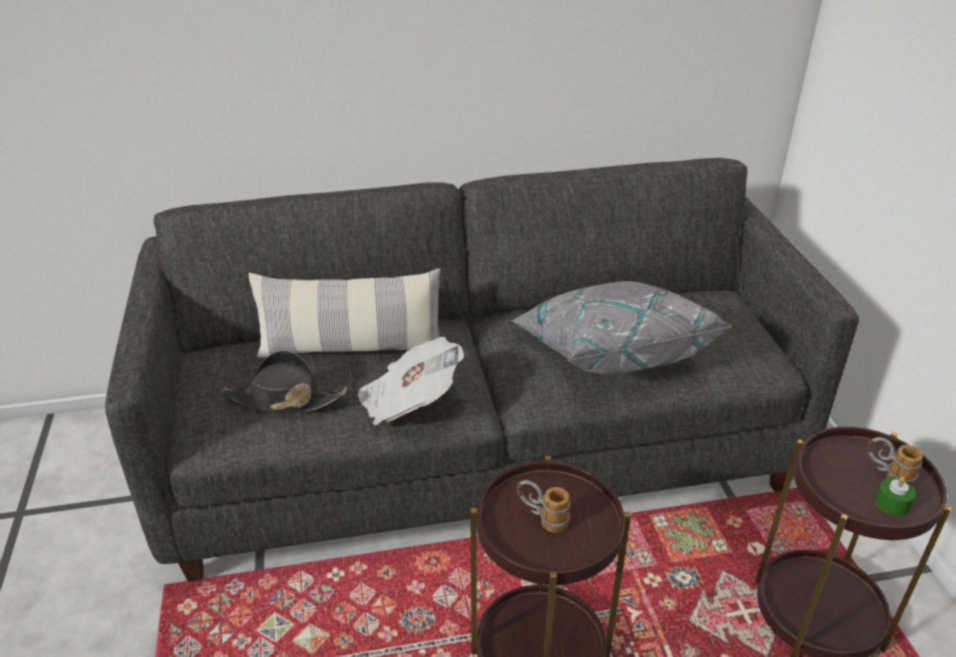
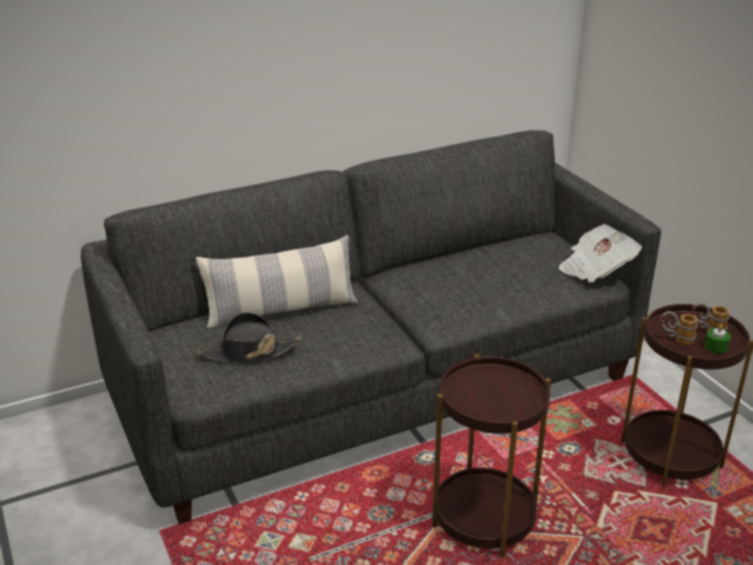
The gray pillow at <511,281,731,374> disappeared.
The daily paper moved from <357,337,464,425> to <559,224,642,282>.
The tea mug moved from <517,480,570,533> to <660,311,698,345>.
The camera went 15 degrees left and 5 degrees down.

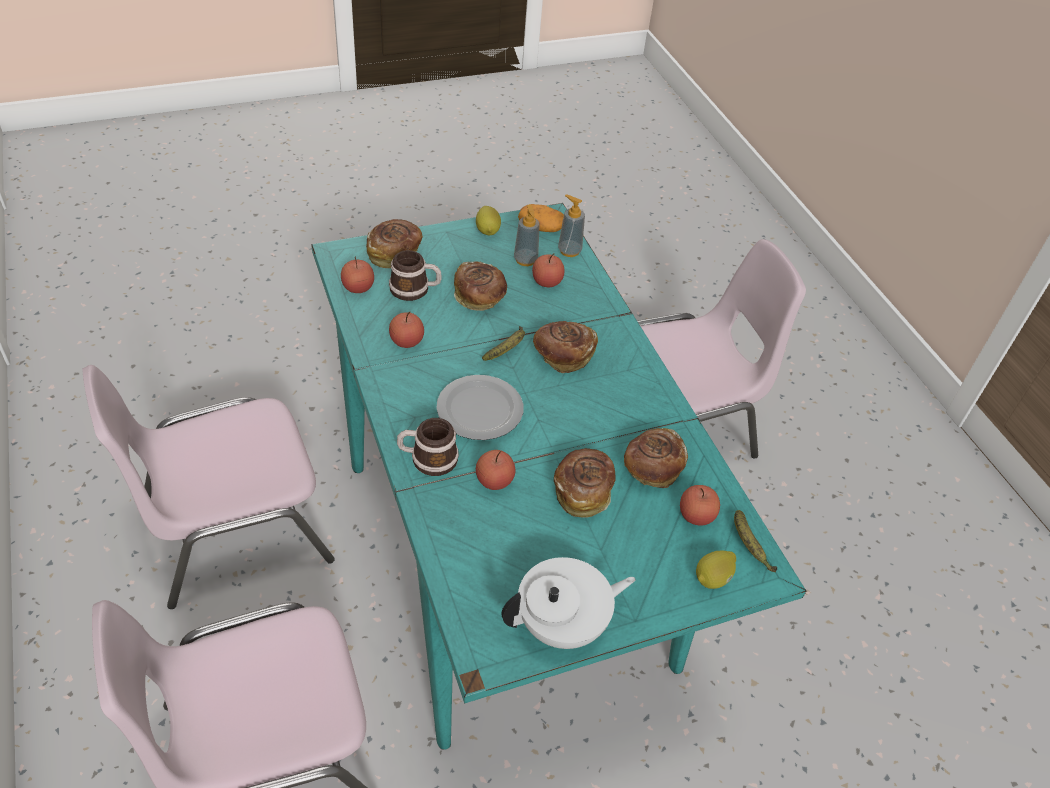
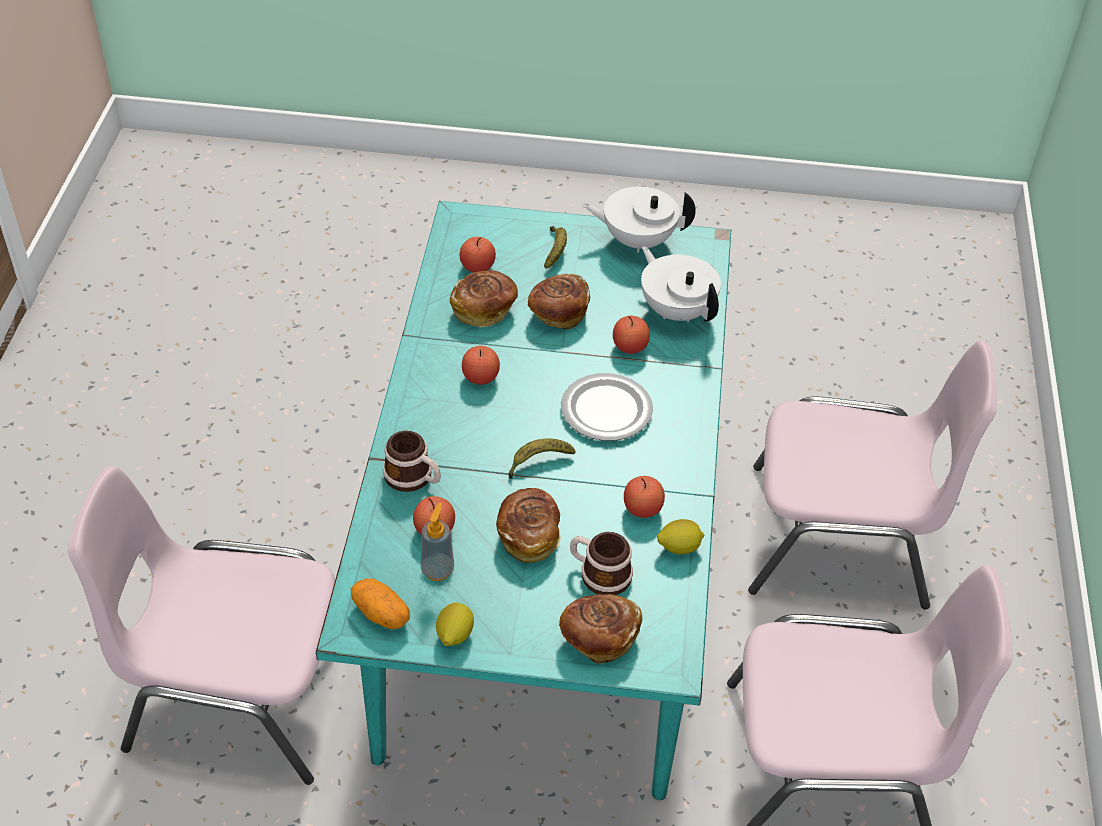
The soap bottle at <558,195,585,257> disappeared.
The apple moved from <341,256,374,293> to <462,346,500,385>.
The bakery bread at <533,321,598,373> disappeared.
The tea mug moved from <397,418,459,476> to <383,431,441,492>.
The whole banana moved from <734,510,777,572> to <544,226,567,269>.
The lemon moved from <696,551,736,589> to <657,519,704,554>.
The white tea pot at <641,246,721,322> appeared.
The camera went 150 degrees left and 0 degrees up.

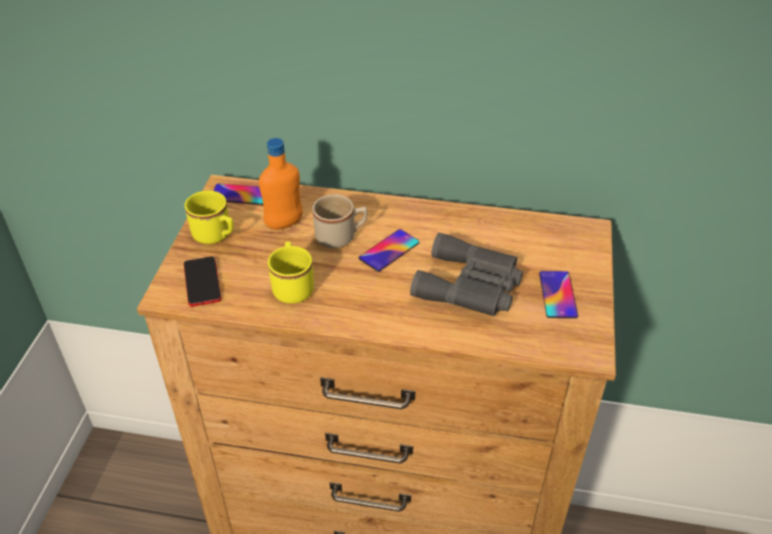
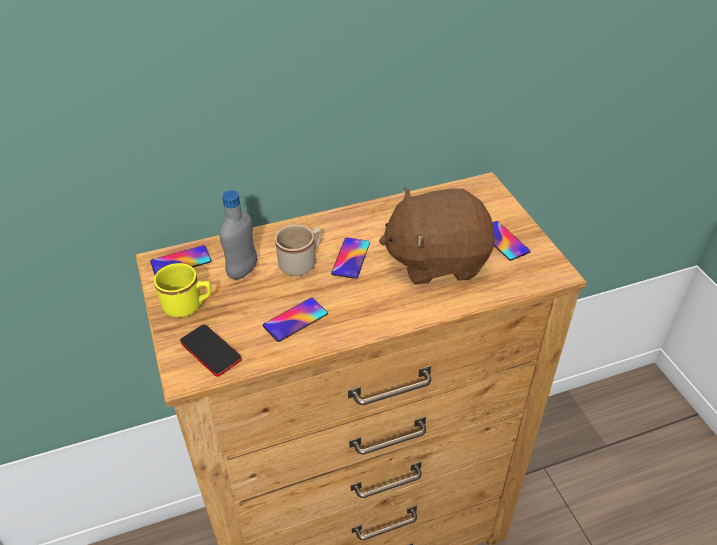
The orange-coloured beverage bottle at <259,138,303,230> became the gray beverage bottle at <219,190,257,279>.
The gray field glasses at <410,233,523,316> was replaced by the brown plush toy at <379,188,495,285>.
The yellow tea mug at <268,241,314,304> was replaced by the telephone at <263,298,328,342>.
The camera went 30 degrees left and 0 degrees up.

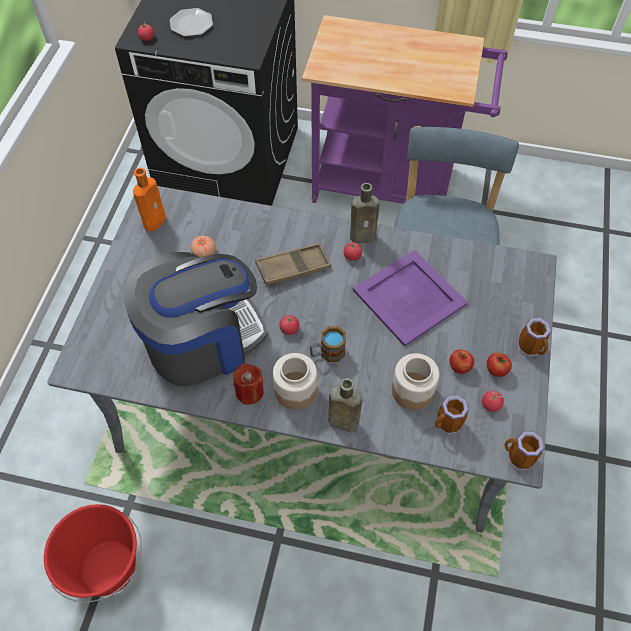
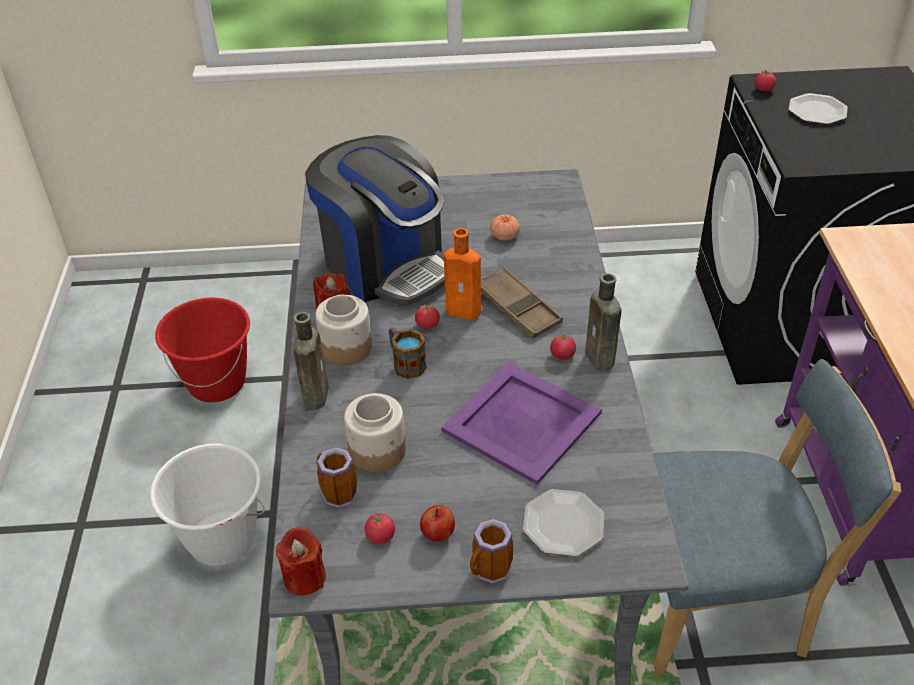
The orange-coloured beverage bottle moved from <133,168,166,231> to <444,228,481,320>.
The apple at <449,350,474,374> disappeared.
The tea mug at <504,432,544,470> was replaced by the reddish wax candle at <276,527,326,596>.
The white bucket at <150,443,265,566> appeared.
The flat dish at <523,489,604,557> appeared.
The camera went 75 degrees right and 15 degrees down.

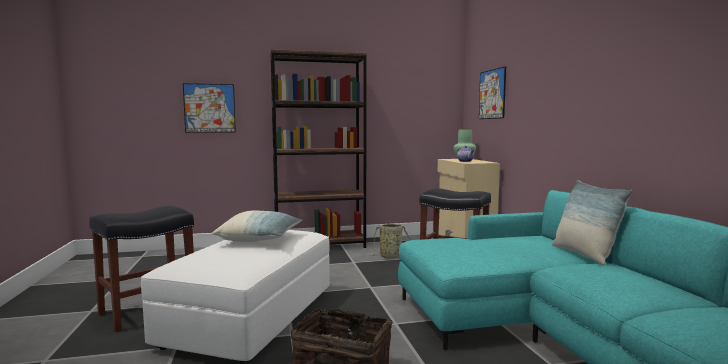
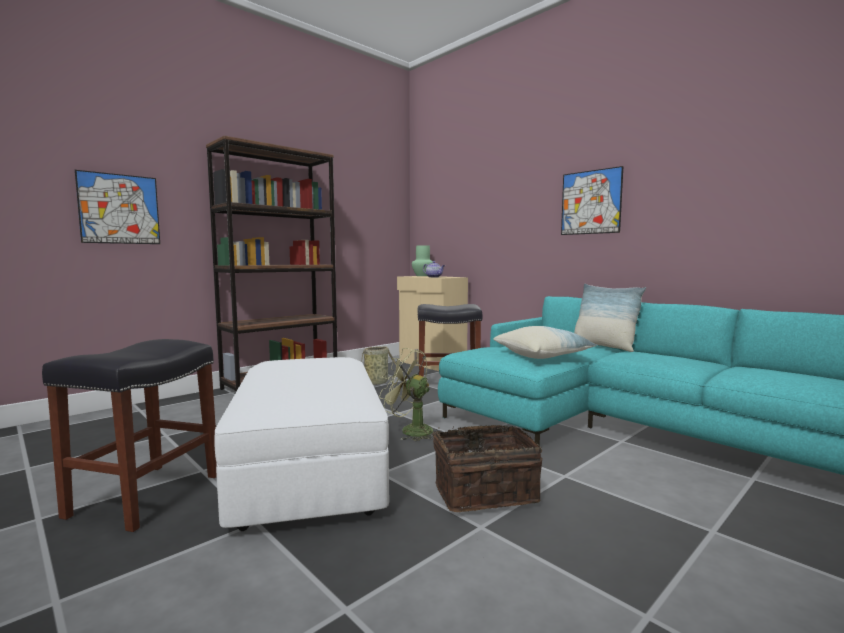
The picture moved from <479,66,506,119> to <561,166,623,235>.
The pillow moved from <212,211,303,242> to <493,326,597,359>.
The green cooling fan at <379,348,434,441> appeared.
The camera went 30 degrees left and 0 degrees up.

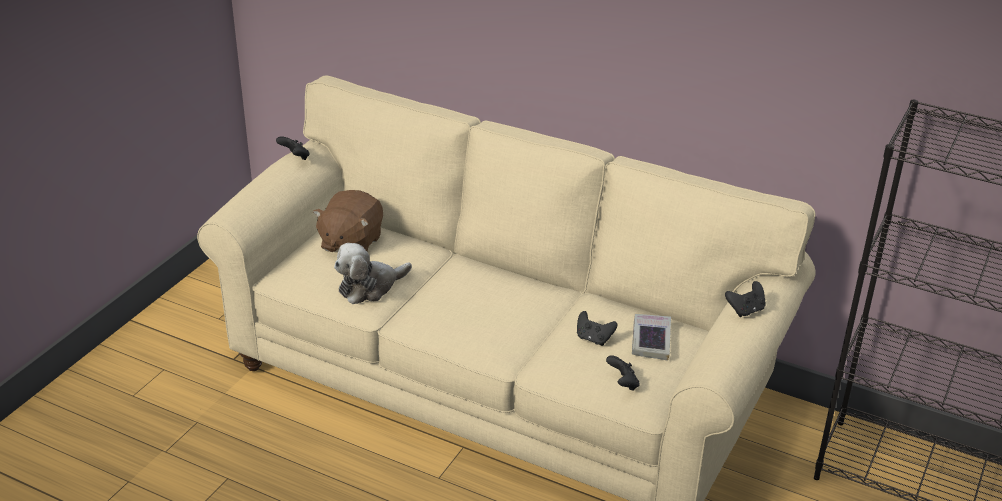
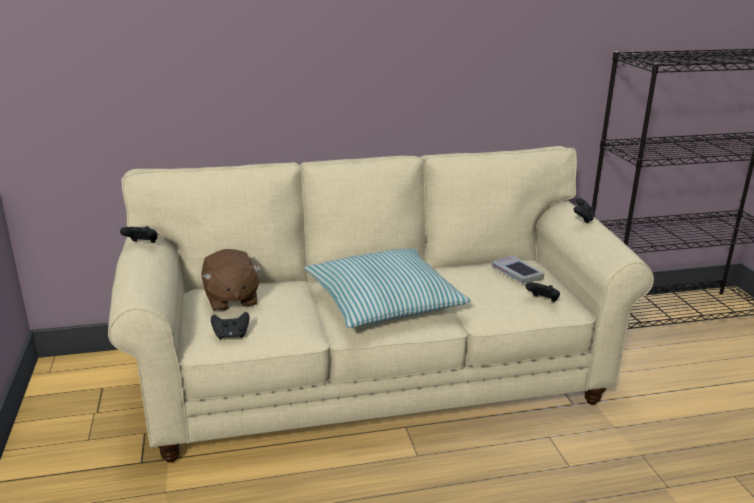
The plush toy at <334,243,412,304> disappeared.
The black-coloured joypad moved from <577,311,617,346> to <211,312,250,339>.
The pillow at <304,248,471,328> appeared.
The camera went 40 degrees left and 10 degrees down.

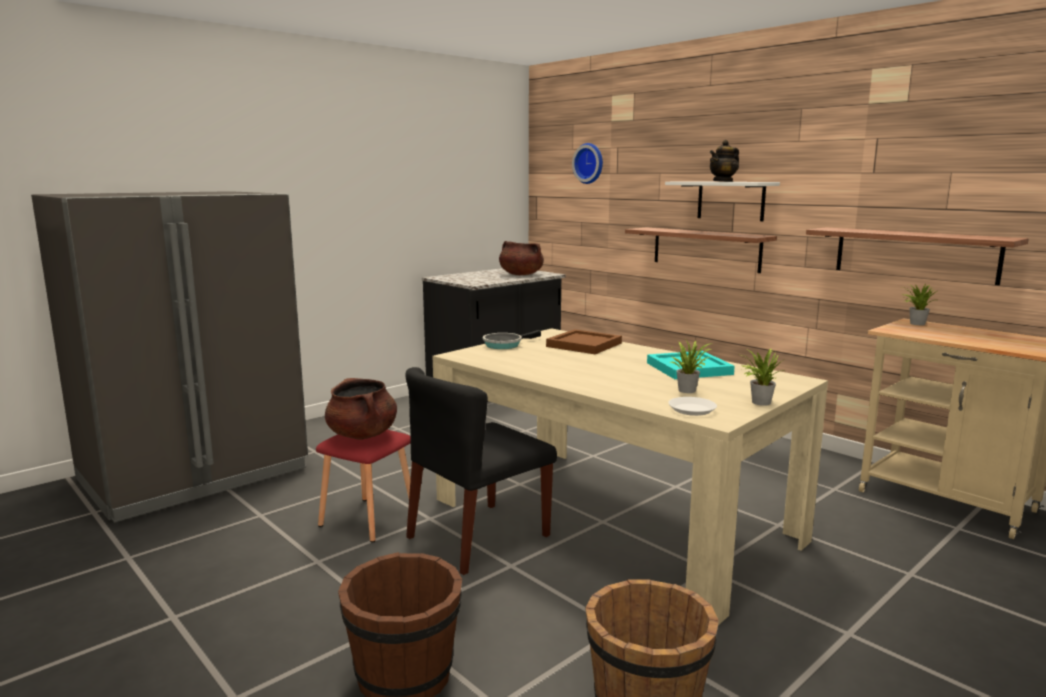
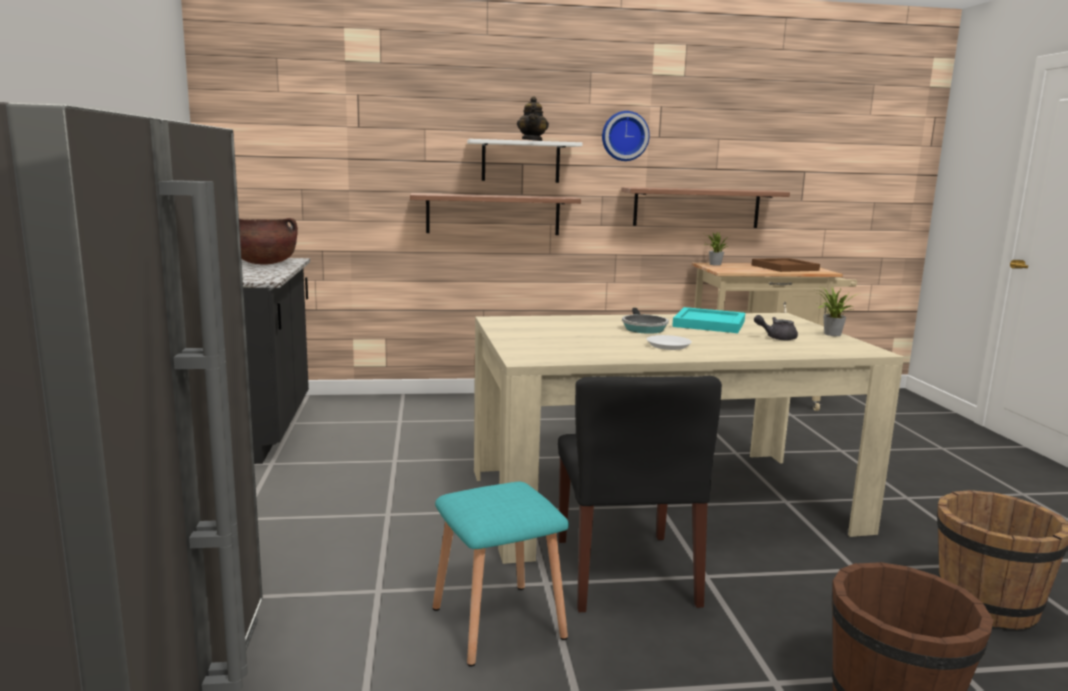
The clock on the wall moved from <572,143,603,184> to <602,111,650,161>.
The brown tray moved from <546,329,622,354> to <751,258,820,272>.
The pan moved from <483,330,541,349> to <622,308,669,334>.
The houseplant at <668,339,713,393> was replaced by the gray tea pot at <754,315,798,341>.
The brown cooking pot at <325,378,397,440> disappeared.
The white flat dish moved from <668,397,717,416> to <647,335,692,350>.
The reddish sitting stool at <316,430,411,543> became the turquoise sitting stool at <433,482,569,666>.
The camera went 55 degrees left and 0 degrees up.

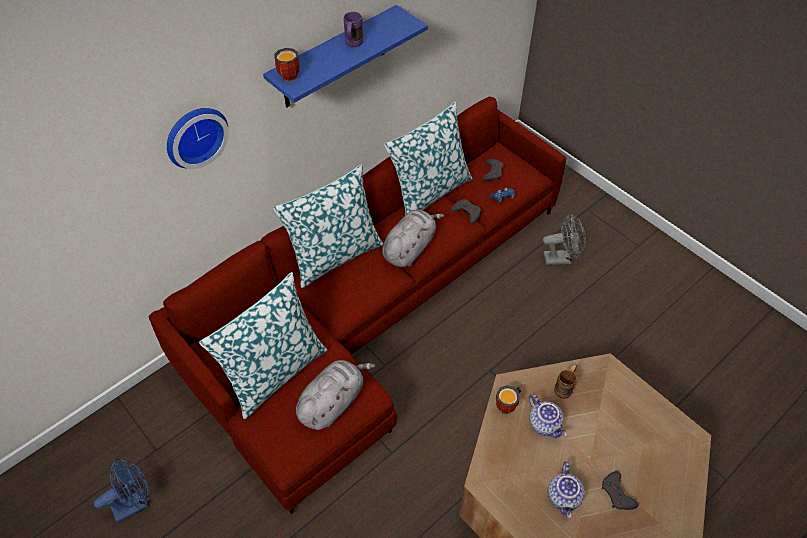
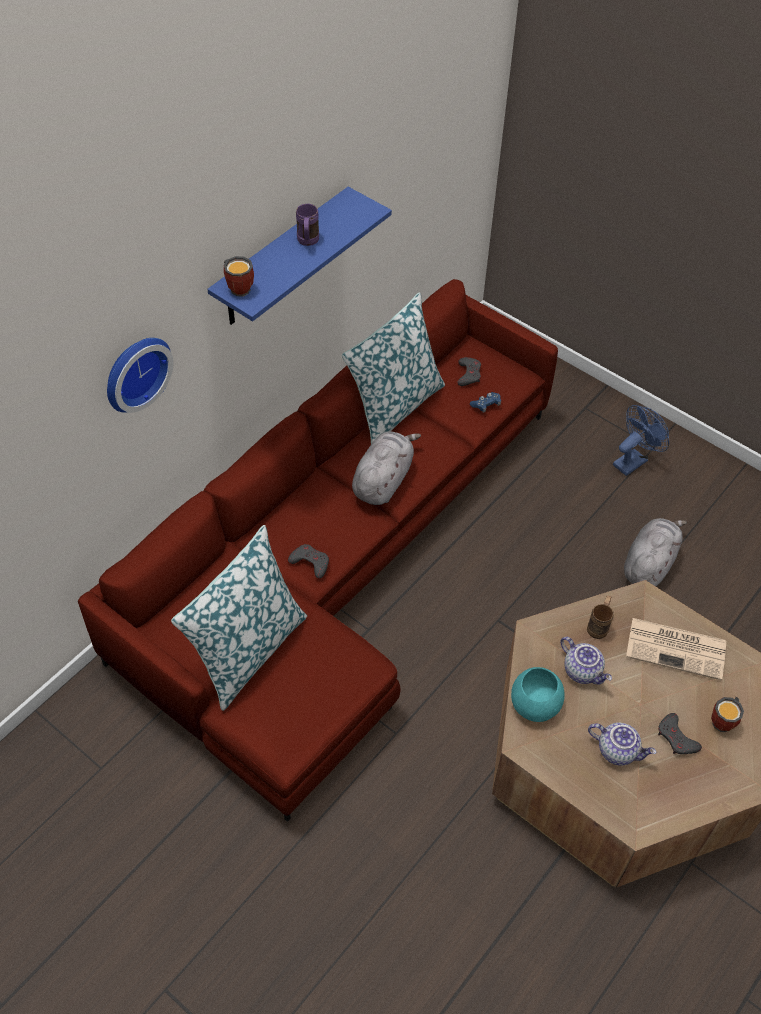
The pillow at <273,165,383,288> disappeared.
The gray joypad moved from <451,199,481,224> to <288,544,329,579>.
The gray cooling fan at <543,213,586,265> disappeared.
The gray plush toy moved from <296,360,376,430> to <624,518,687,586>.
The tea mug moved from <496,385,521,414> to <711,697,744,732>.
The blue-coloured cooling fan moved from <93,459,150,523> to <613,405,669,476>.
The tea pot at <548,461,584,518> turned 60 degrees counterclockwise.
The daily paper at <626,618,726,681> appeared.
The turquoise bowl at <511,667,565,722> appeared.
The camera went 10 degrees left and 0 degrees up.

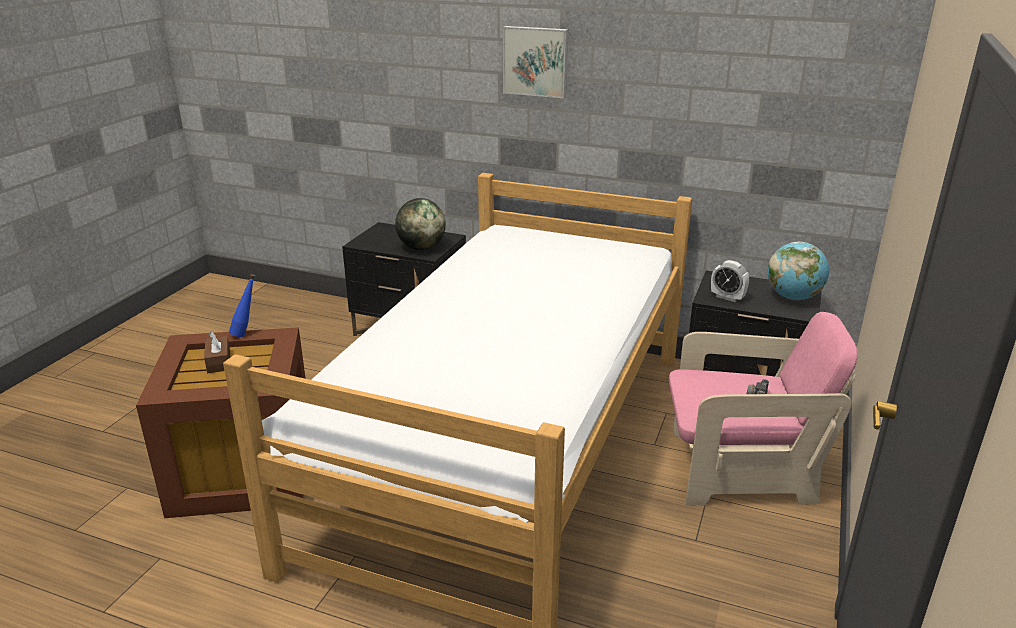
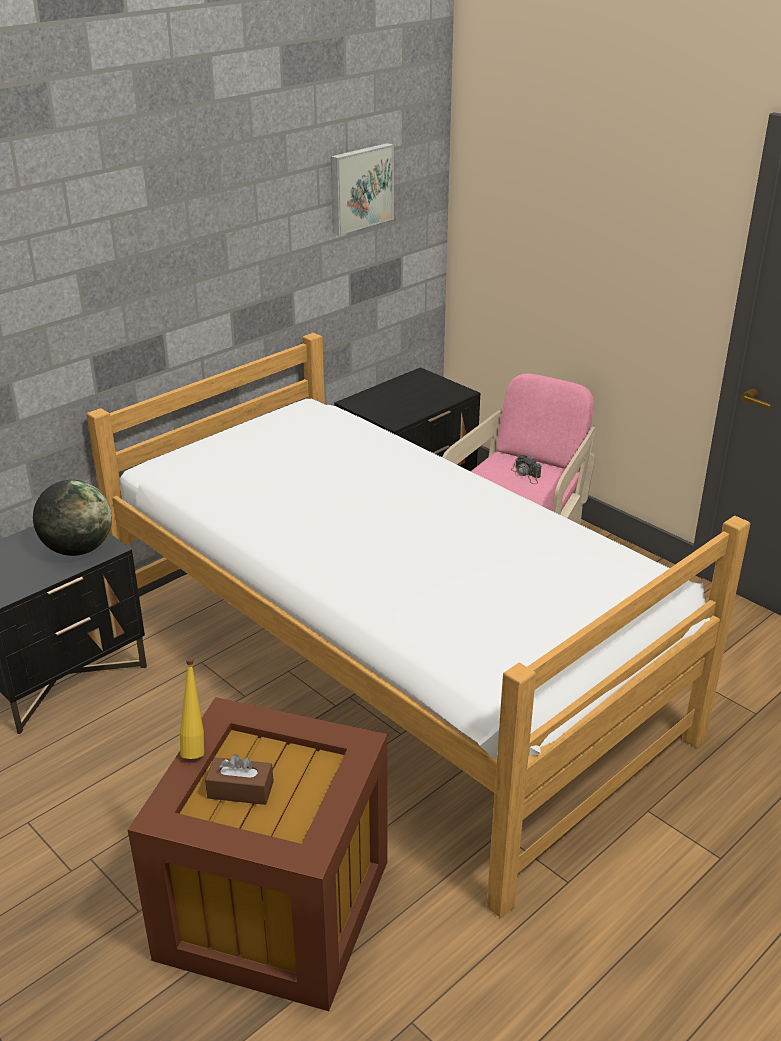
The picture moved from <503,26,568,98> to <331,143,394,235>.
The world globe at <768,242,829,300> disappeared.
The table clock at <711,260,749,302> disappeared.
The blue-coloured beverage bottle at <229,274,255,337> became the yellow beverage bottle at <180,659,204,759>.
The camera went 65 degrees left and 5 degrees up.

